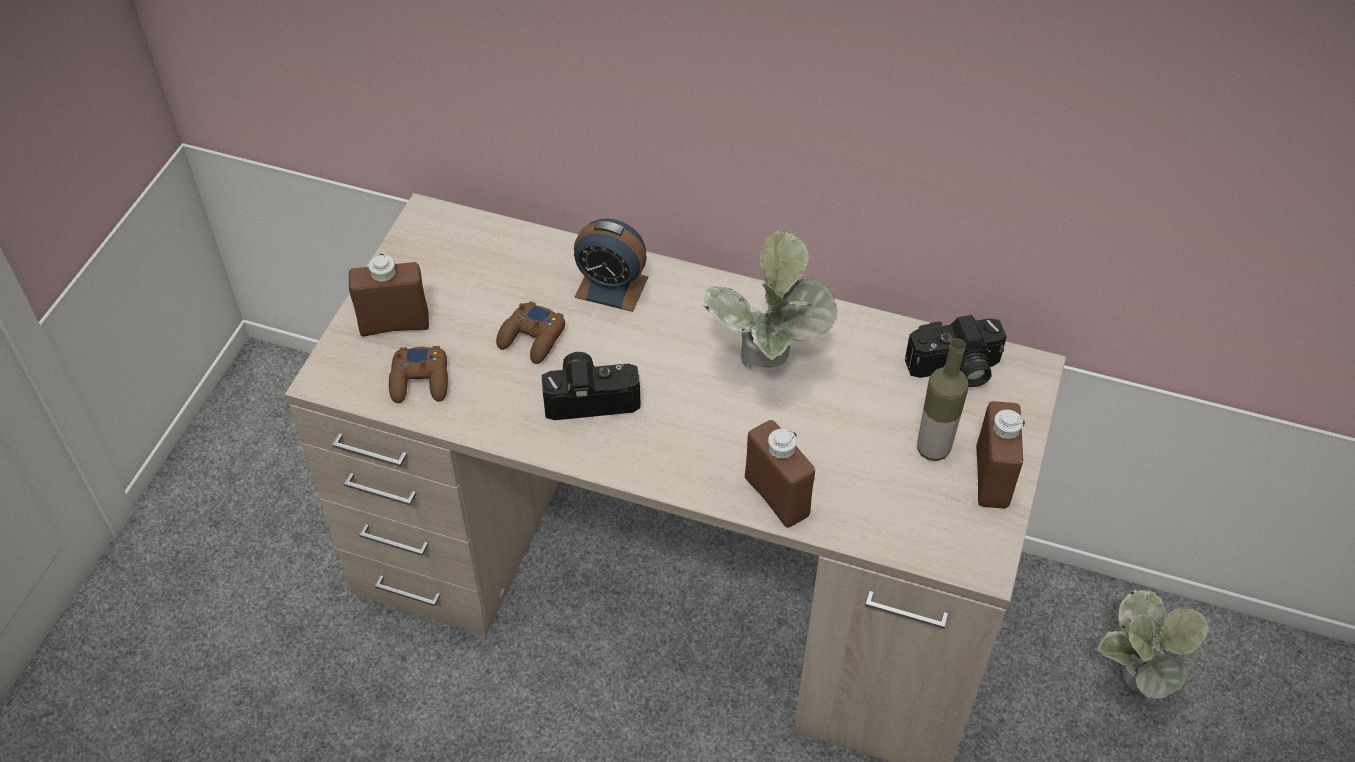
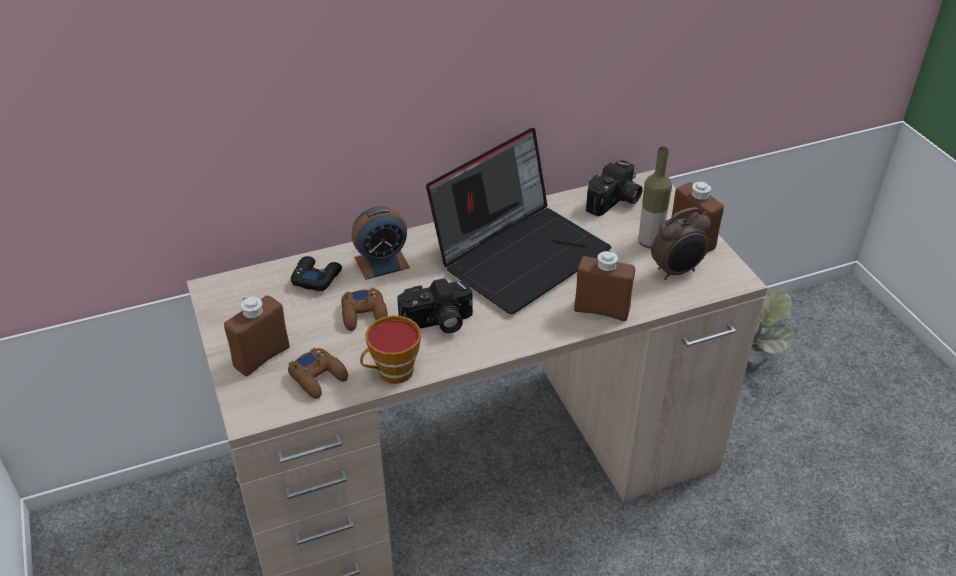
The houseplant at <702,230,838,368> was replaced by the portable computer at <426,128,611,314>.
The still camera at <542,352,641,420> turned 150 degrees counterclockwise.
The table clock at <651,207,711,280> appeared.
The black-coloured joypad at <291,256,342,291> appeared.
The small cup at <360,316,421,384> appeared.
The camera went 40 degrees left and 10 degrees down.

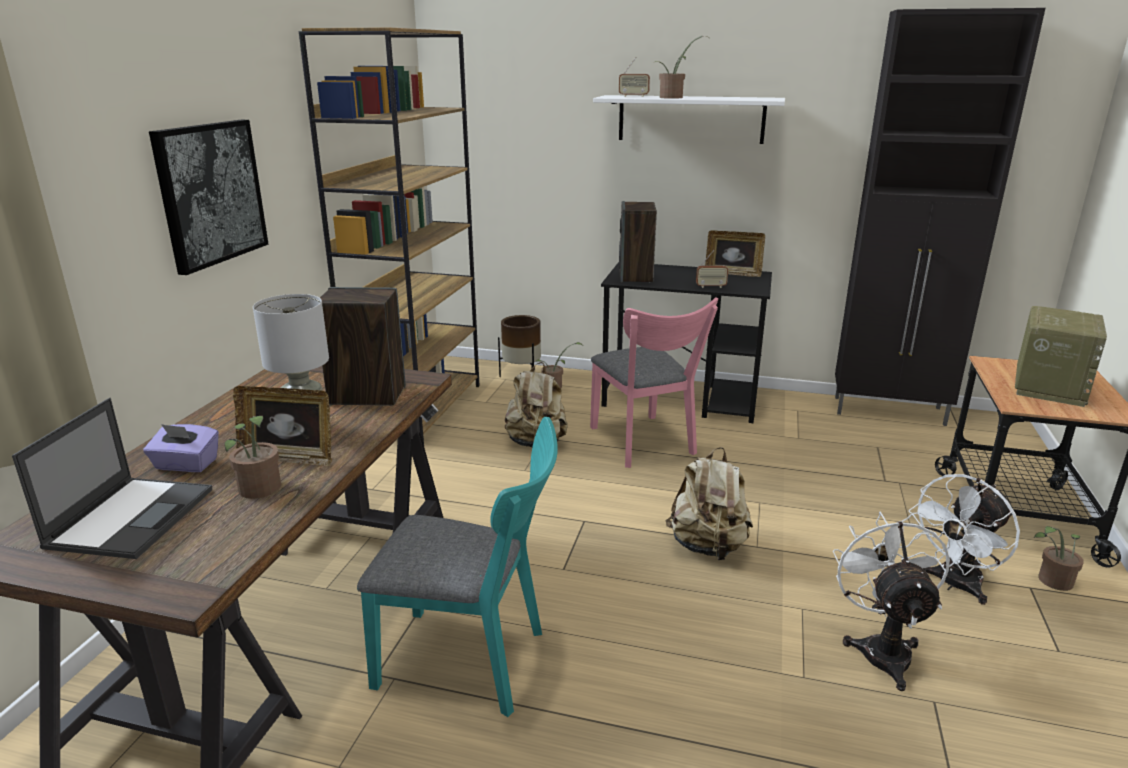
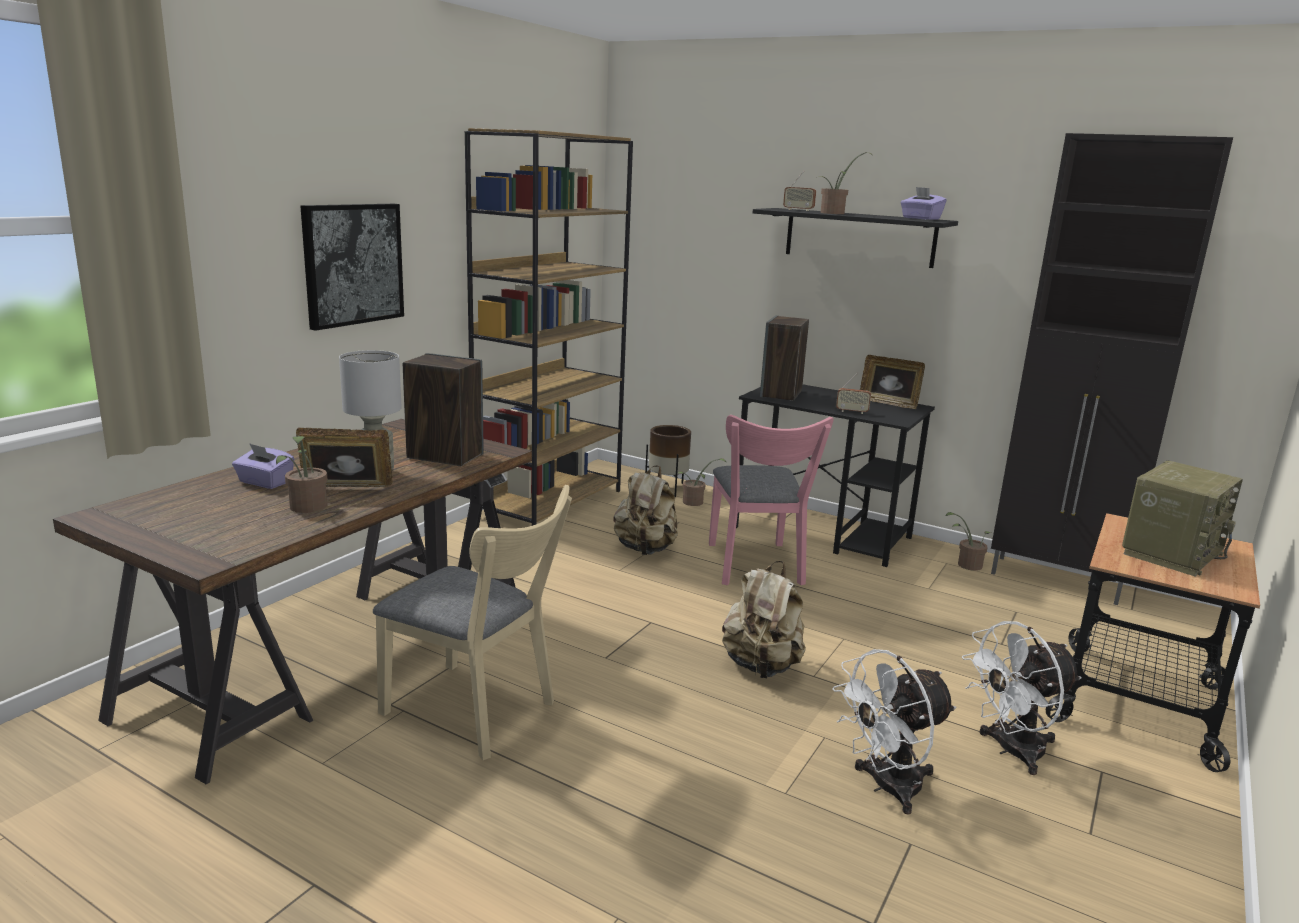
The white bracket shelf at <593,95,785,144> became the black-coloured bracket shelf at <753,208,958,268>.
The photo frame at <233,386,332,466> turned 150 degrees clockwise.
The portable computer at <12,398,212,559> disappeared.
The turquoise upright chair at <357,417,558,717> became the beige upright chair at <373,485,572,760>.
The white cooling fan at <833,512,950,691> turned 135 degrees counterclockwise.
The houseplant moved from <1034,526,1084,591> to <946,512,991,571>.
The purple-coloured box of tissues at <901,187,947,220> appeared.
The camera went 15 degrees right and 5 degrees down.

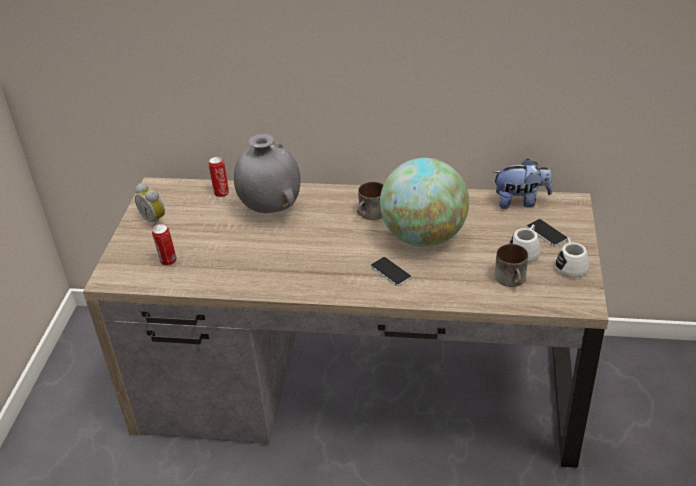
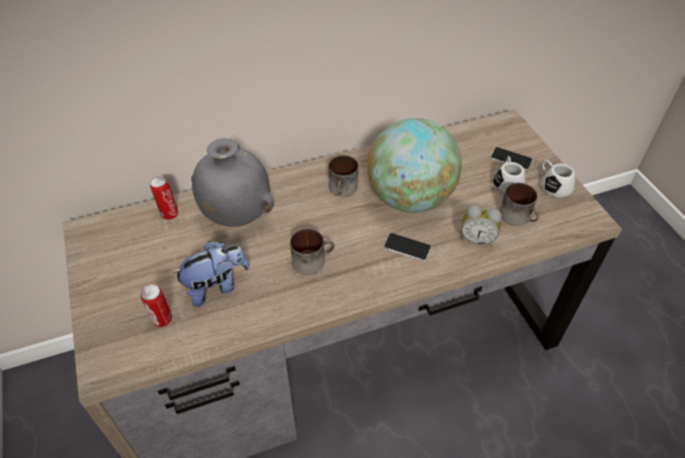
The plush toy moved from <492,159,553,209> to <171,241,249,307>.
The table clock moved from <135,183,165,225> to <461,205,502,247>.
The tea mug at <290,229,335,275> appeared.
The camera went 30 degrees left and 10 degrees up.

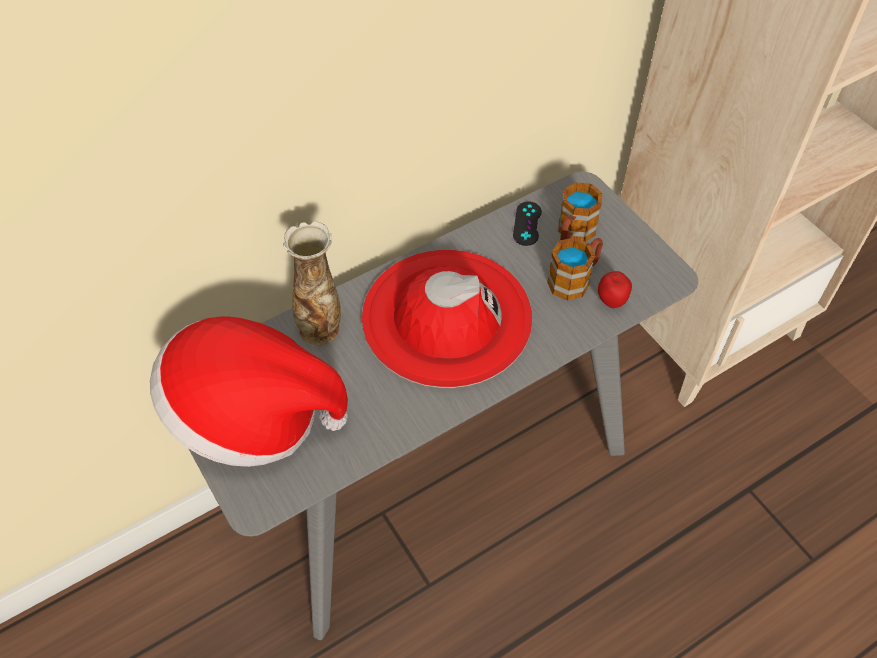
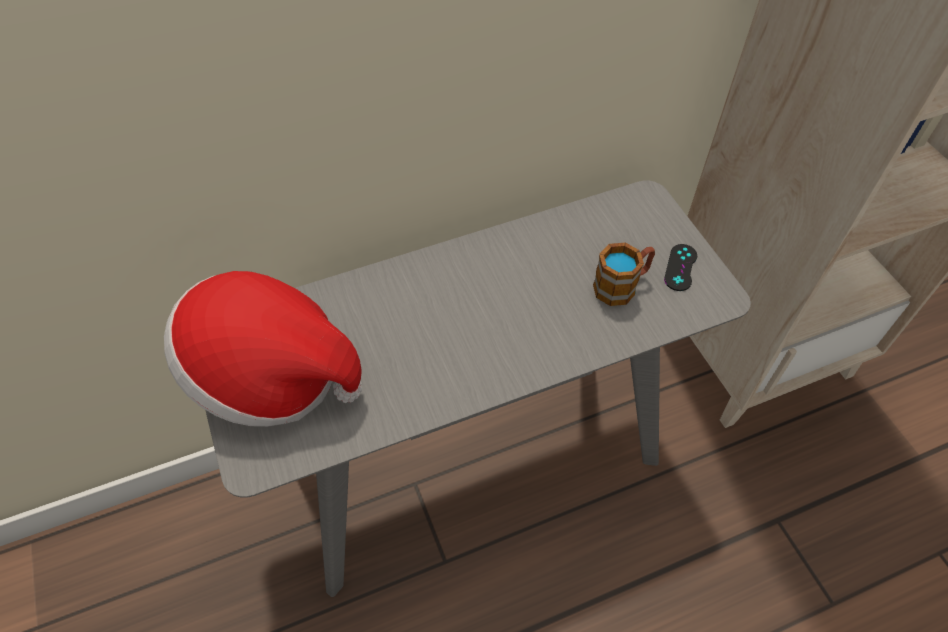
The tea mug at <558,182,602,242> disappeared.
The black-coloured joypad moved from <513,201,542,246> to <664,244,697,291>.
The vase at <283,221,341,346> disappeared.
The reddish hat at <362,250,532,388> disappeared.
The apple at <598,271,632,308> disappeared.
The camera went 10 degrees right and 0 degrees up.

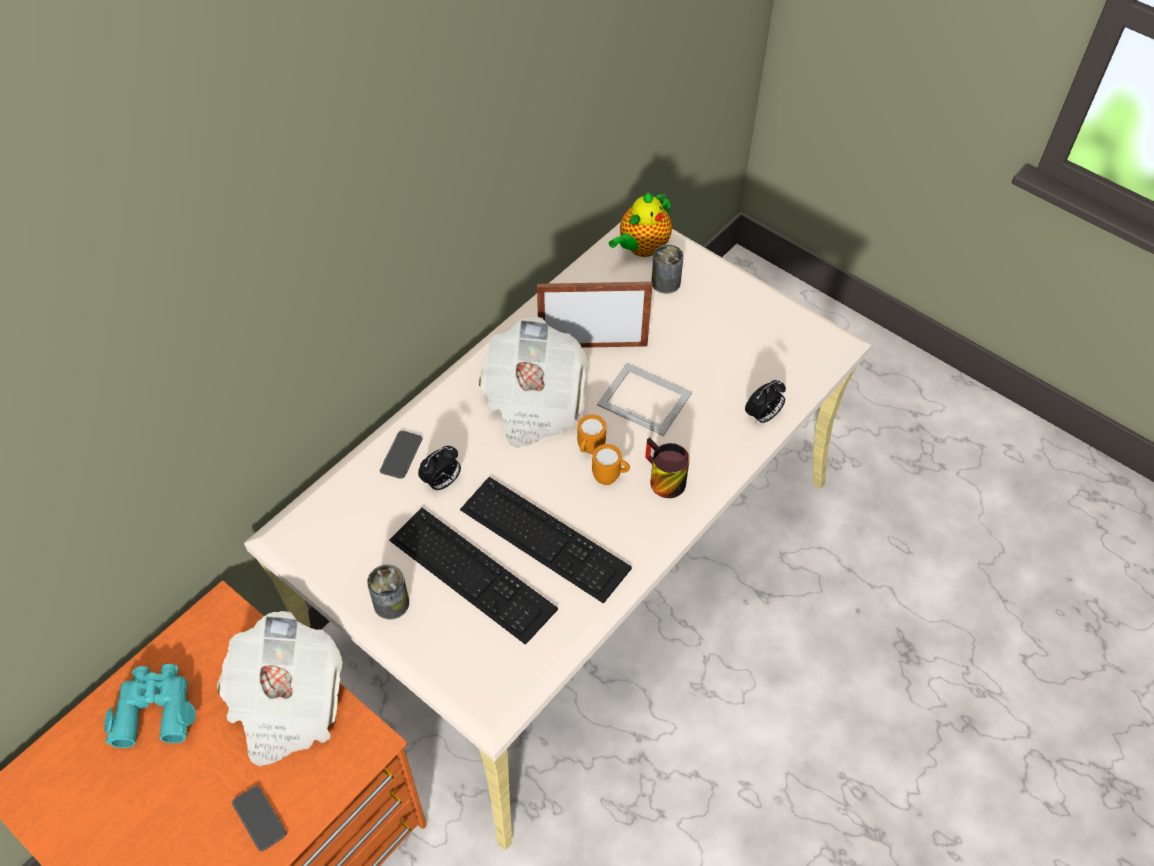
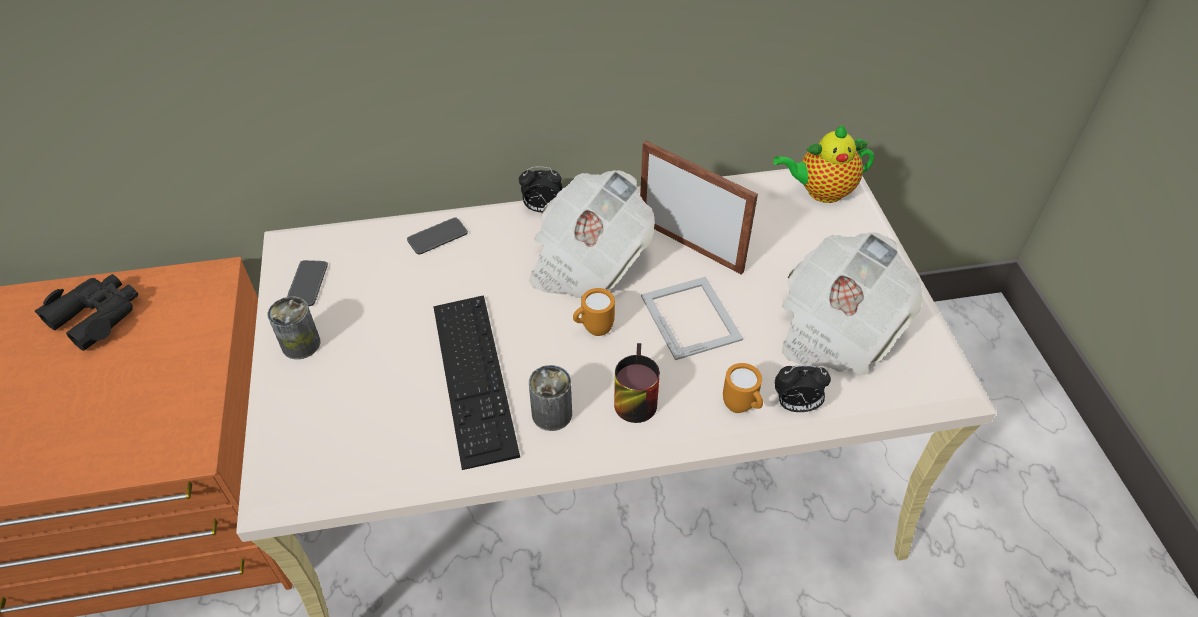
The can moved from <651,245,683,294> to <529,365,572,431>.
The orange-coloured tea mug moved from <592,444,630,485> to <723,363,763,413>.
The table clock moved from <418,446,461,491> to <519,166,562,212>.
The computer keyboard at <389,508,558,645> disappeared.
The daily paper moved from <217,611,343,766> to <782,232,923,375>.
The turquoise field glasses at <104,664,196,748> became the black-coloured field glasses at <34,274,139,351>.
The telephone moved from <232,786,287,851> to <287,260,328,306>.
The camera went 40 degrees right and 5 degrees down.

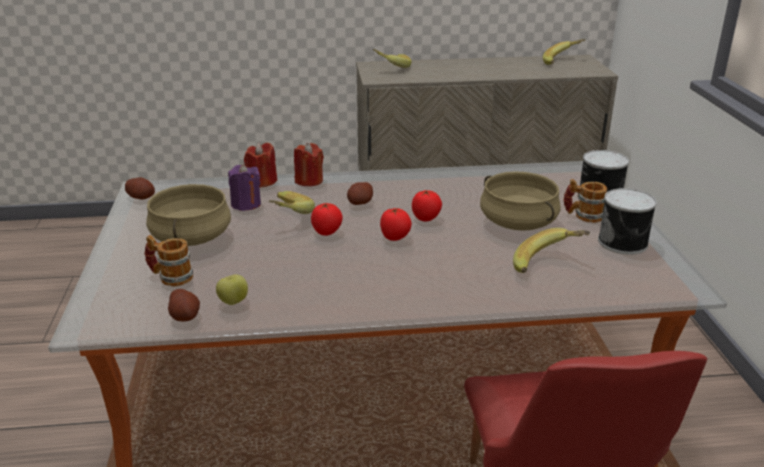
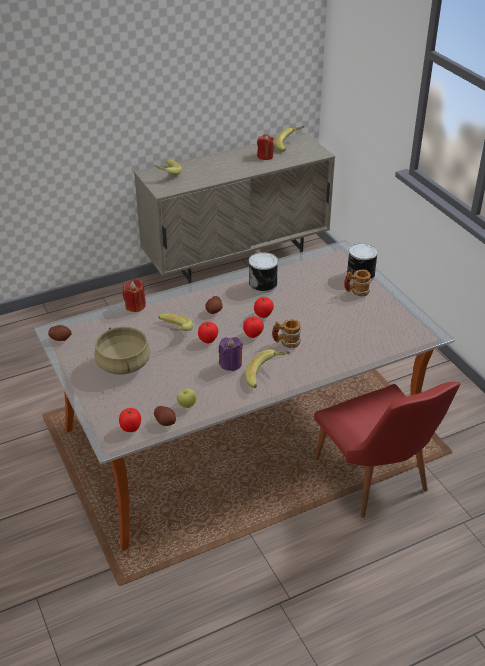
The reddish wax candle moved from <294,143,324,186> to <257,134,274,160>.
The purple-coloured wax candle moved from <228,164,261,211> to <219,337,243,371>.
The beige cooking pot at <480,171,561,231> disappeared.
The can moved from <598,188,657,255> to <249,252,278,293>.
The whole banana moved from <513,228,590,273> to <245,350,290,388>.
The tea mug moved from <144,235,193,286> to <272,319,301,348>.
The whole tomato at <119,408,141,432> appeared.
The camera went 20 degrees left and 10 degrees up.

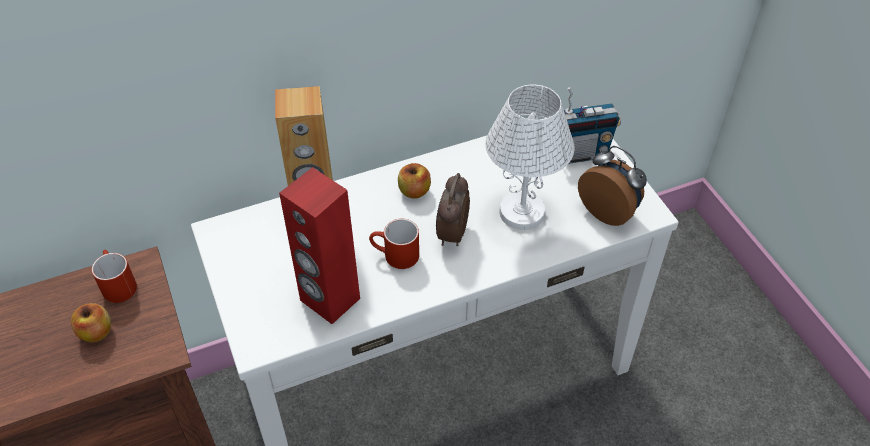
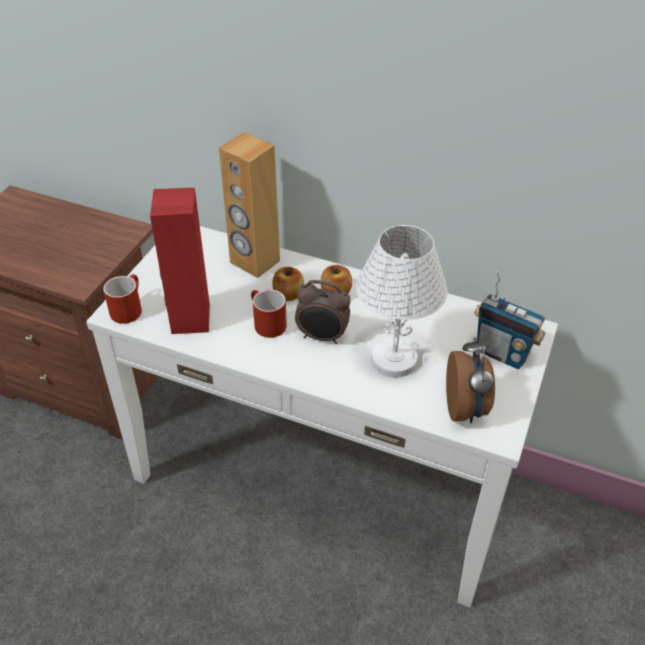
The table clock at <436,173,470,246> turned 135 degrees counterclockwise.
The reddish tea mug moved from <91,250,137,303> to <103,274,142,324>.
The apple moved from <71,303,111,342> to <273,267,304,301>.
The camera went 45 degrees right and 5 degrees down.

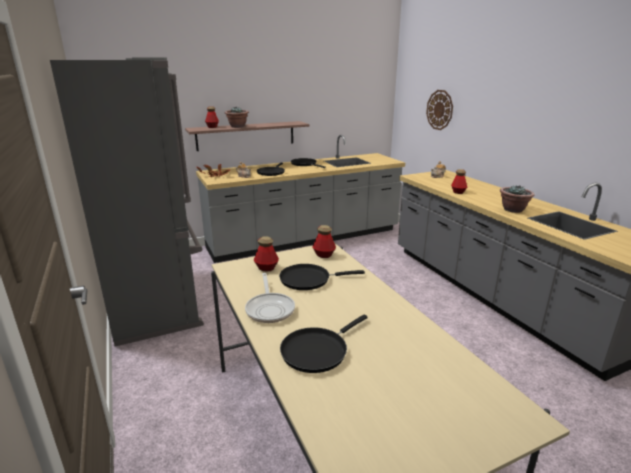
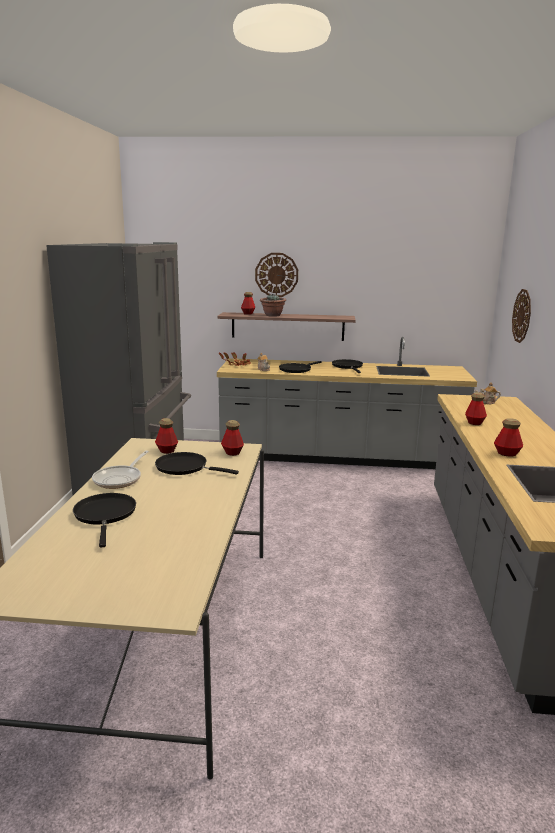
The houseplant at <500,185,535,213> was replaced by the beverage bottle at <494,418,523,456>.
The black-coloured pan at <280,315,368,373> turned 90 degrees clockwise.
The clock on the wall at <255,253,298,297> appeared.
The camera went 30 degrees right and 5 degrees down.

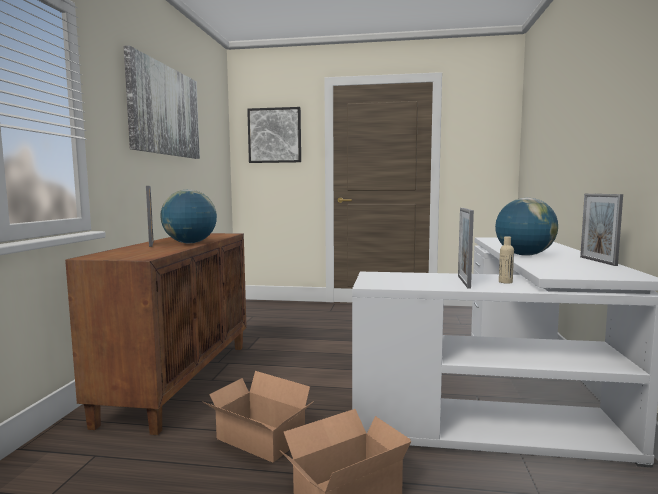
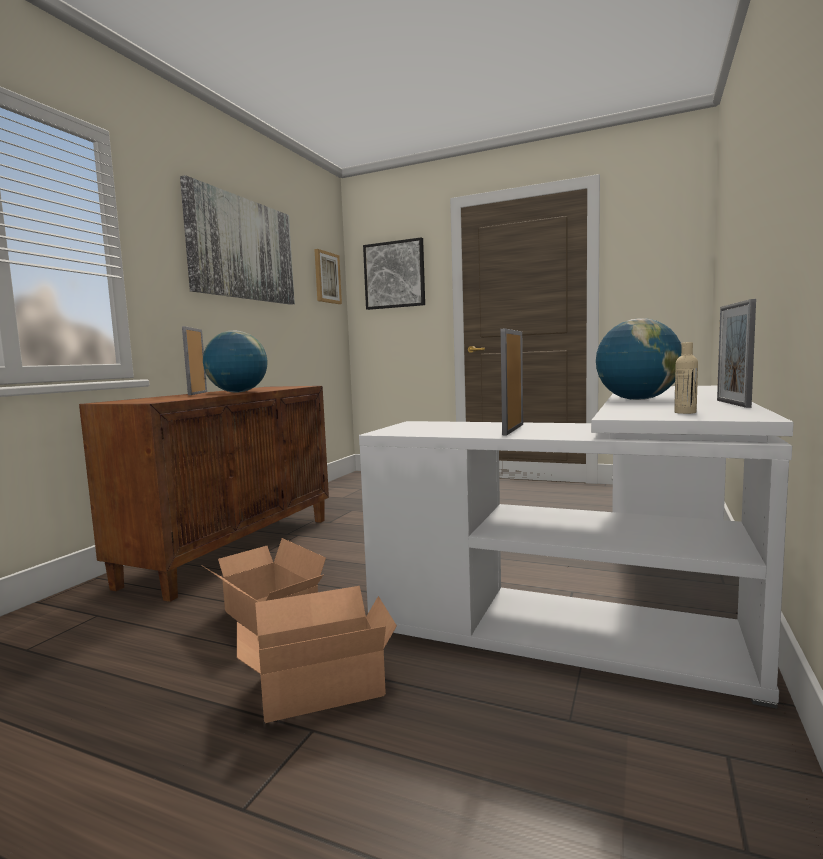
The beige beverage bottle moved from <499,236,514,284> to <674,342,698,414>.
The picture at <314,249,342,304> appeared.
The camera went 15 degrees right and 0 degrees up.

